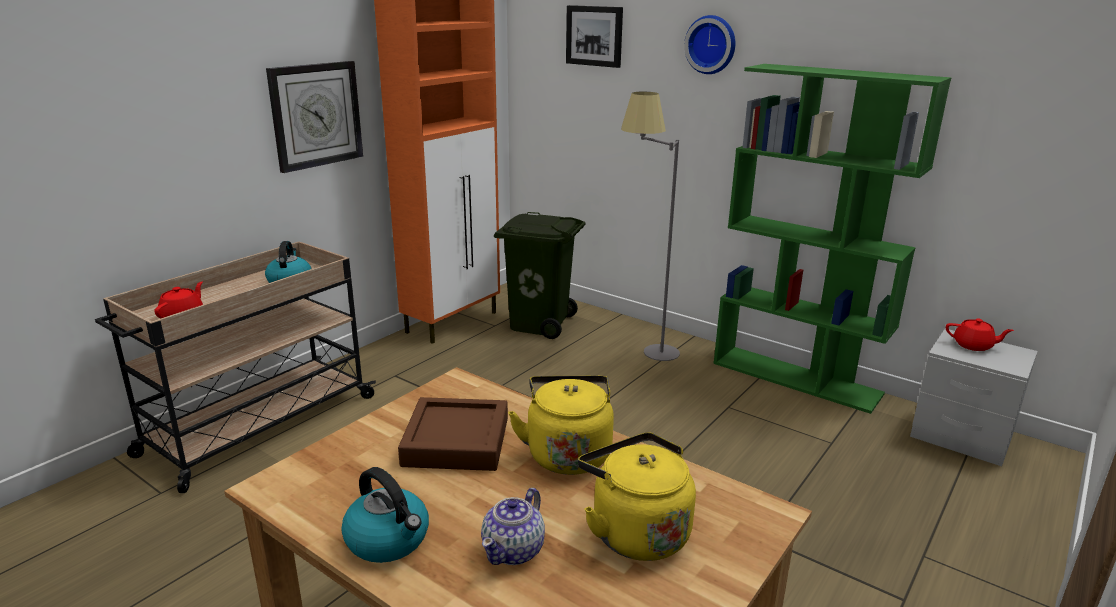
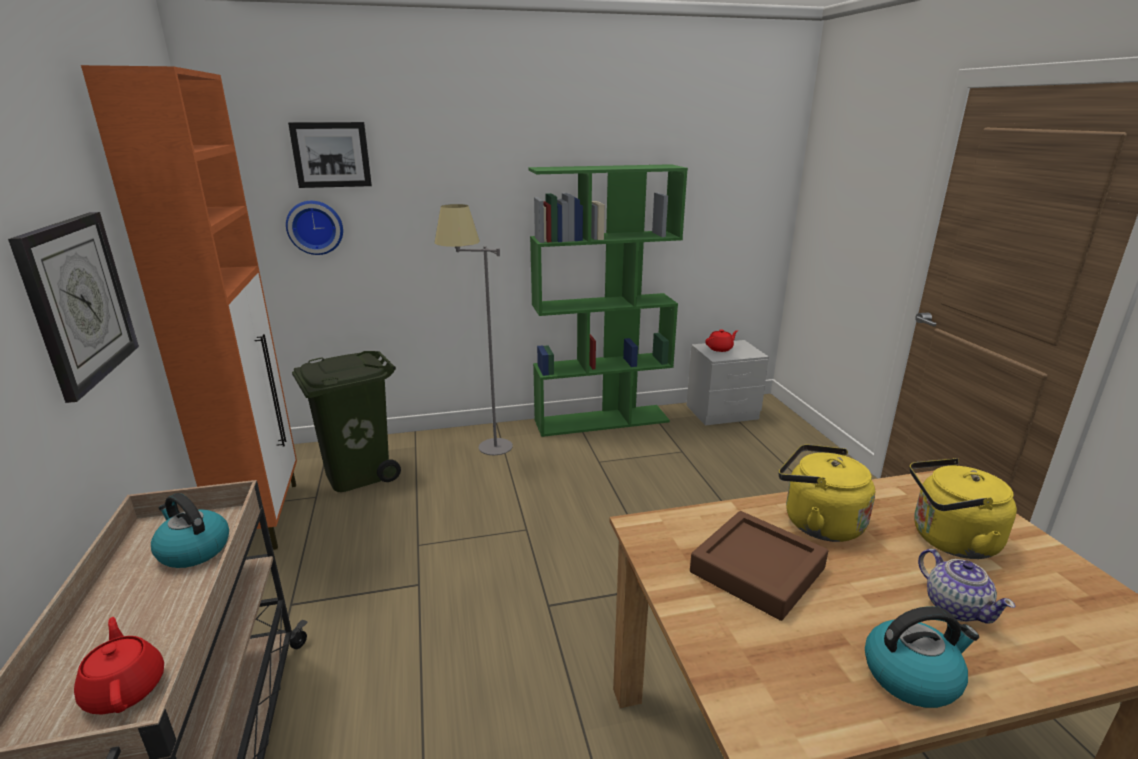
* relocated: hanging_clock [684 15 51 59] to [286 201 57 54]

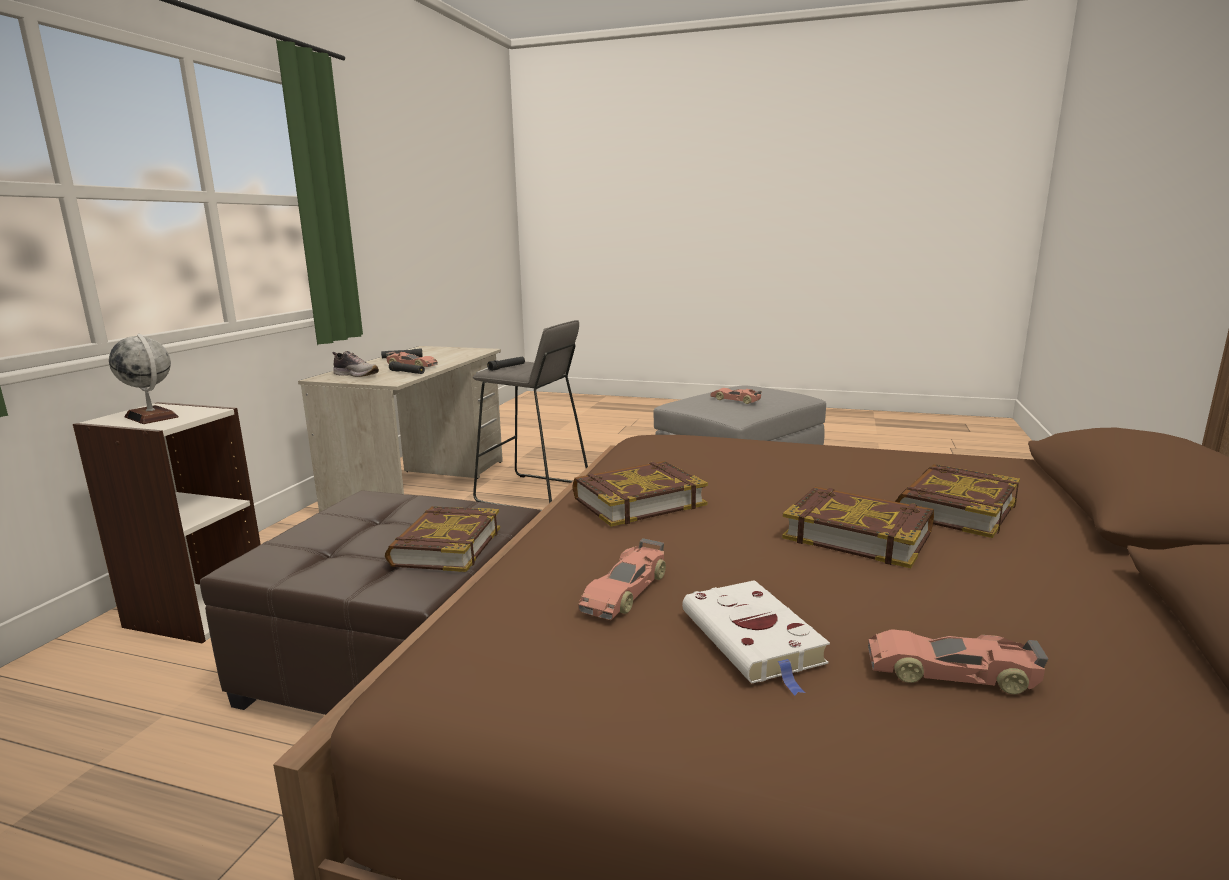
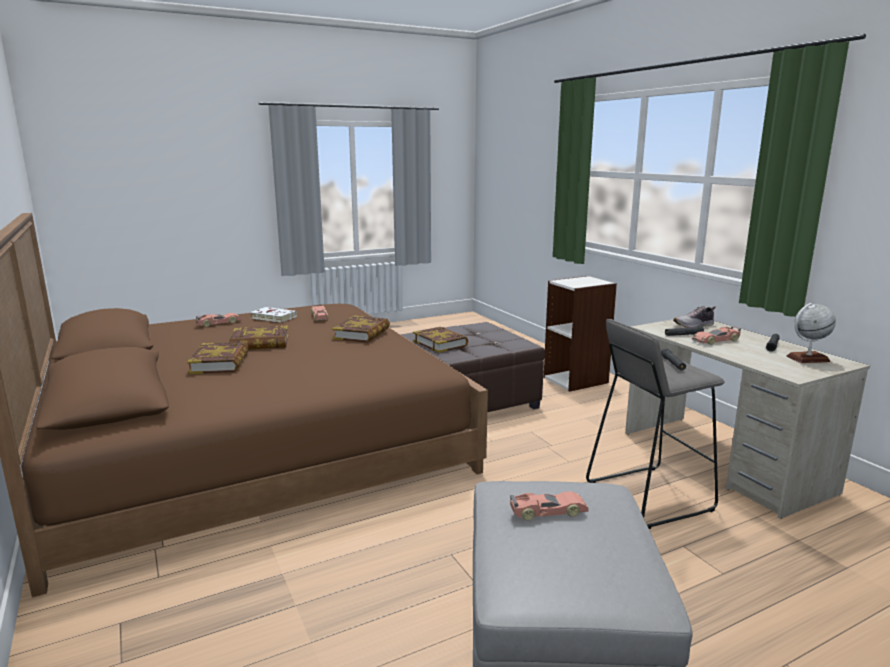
* relocated: globe [109 334 70 90] to [787 303 49 60]

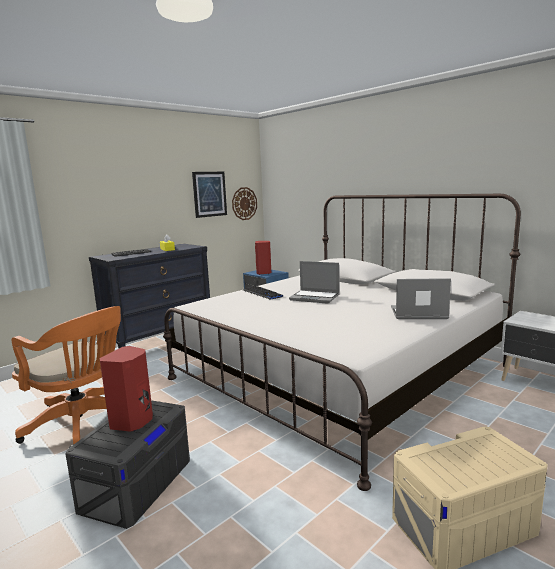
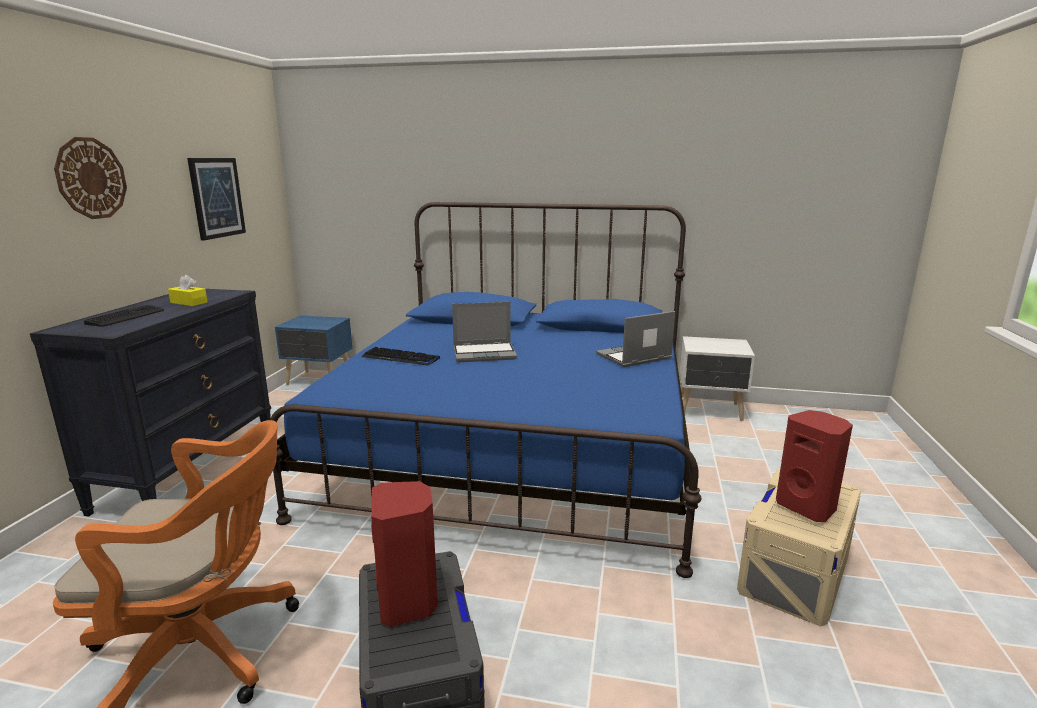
* colour: white-coloured_sleeping_bed [163 194 358 297] to bluish_sleeping_bed [270 202 432 376]
* relocated: hanging_clock [232 187 25 33] to [54 137 73 82]
* relocated: red_loudspeaker [255 241 16 34] to [776 410 77 112]

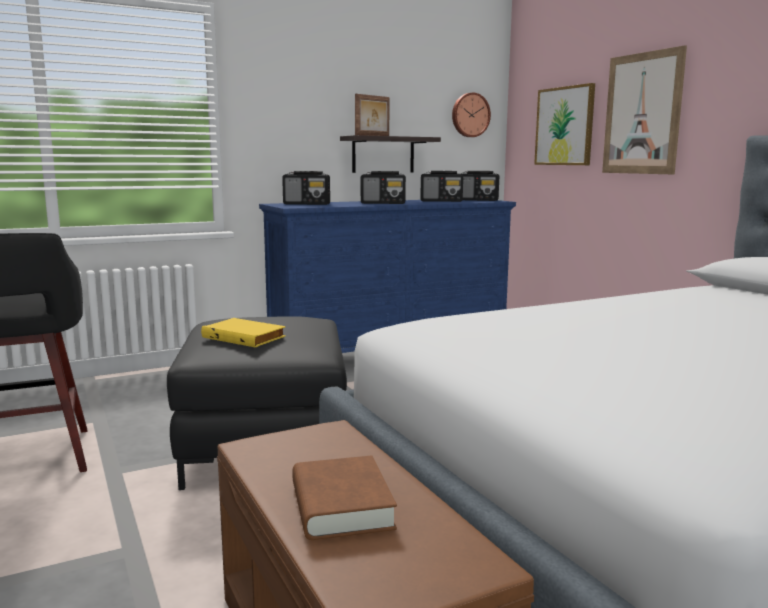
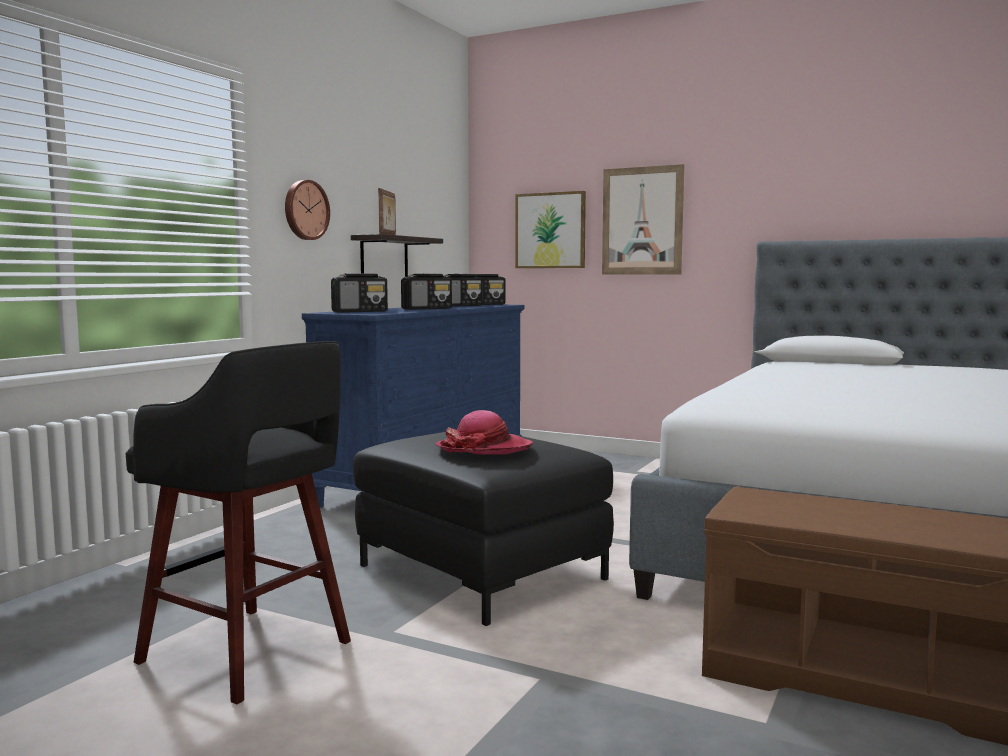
* exchanged: yellowish_volume [201 318 85 29] to hat [435 410 98 45]
* missing: brown-coloured_volume [292 455 105 85]
* relocated: hanging_clock [452 93 39 44] to [285 180 45 60]

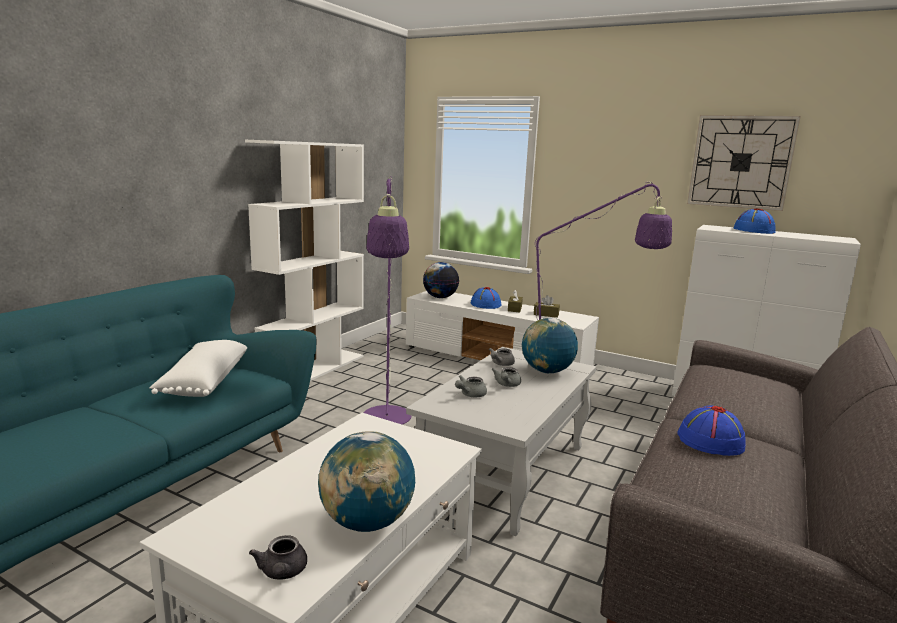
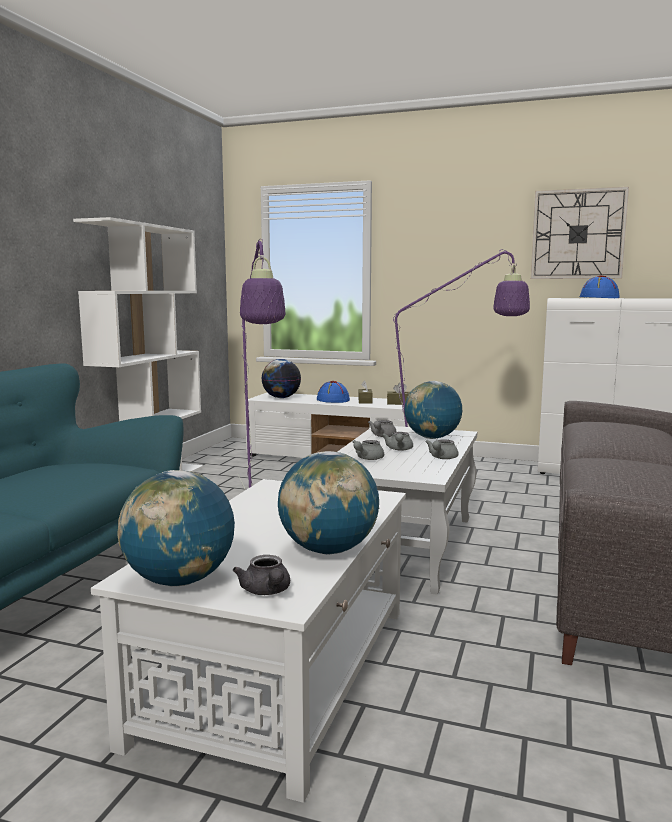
* missing: white-coloured_cushion [149 340 98 57]
* missing: bluish_hat [677 405 69 51]
* appeared: globe [118 470 117 117]
* appeared: greyish_pot_for_tea [425 439 34 20]

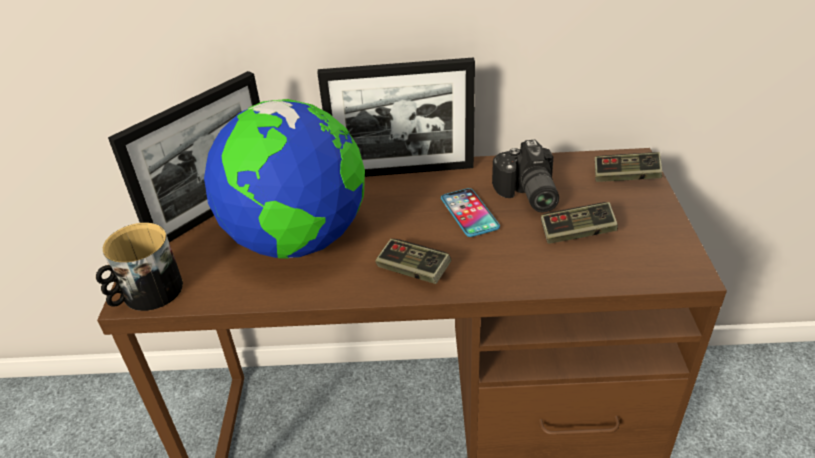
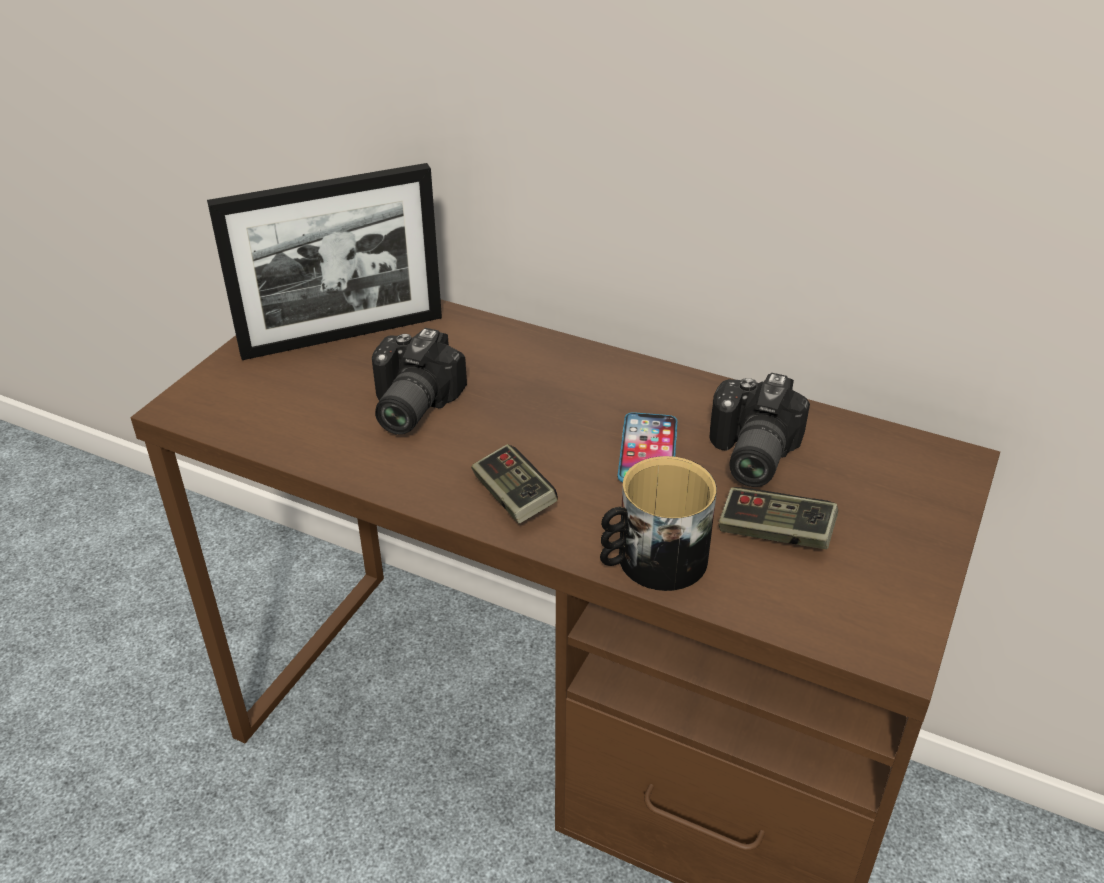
* relocated: mug [96 223 87 88] to [600 456 117 135]
* exchanged: globe [204 99 161 160] to photo_camera [372 328 95 107]
* missing: photo_frame [317 57 158 120]
* missing: joypad [595 152 67 30]

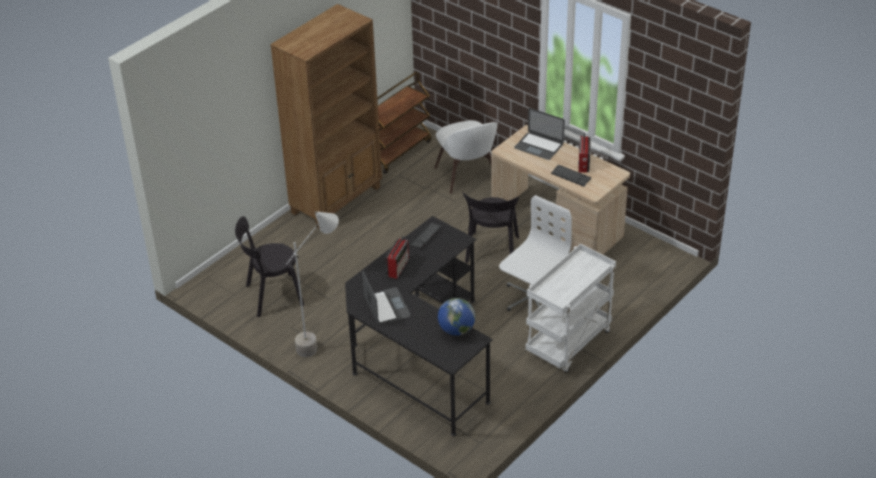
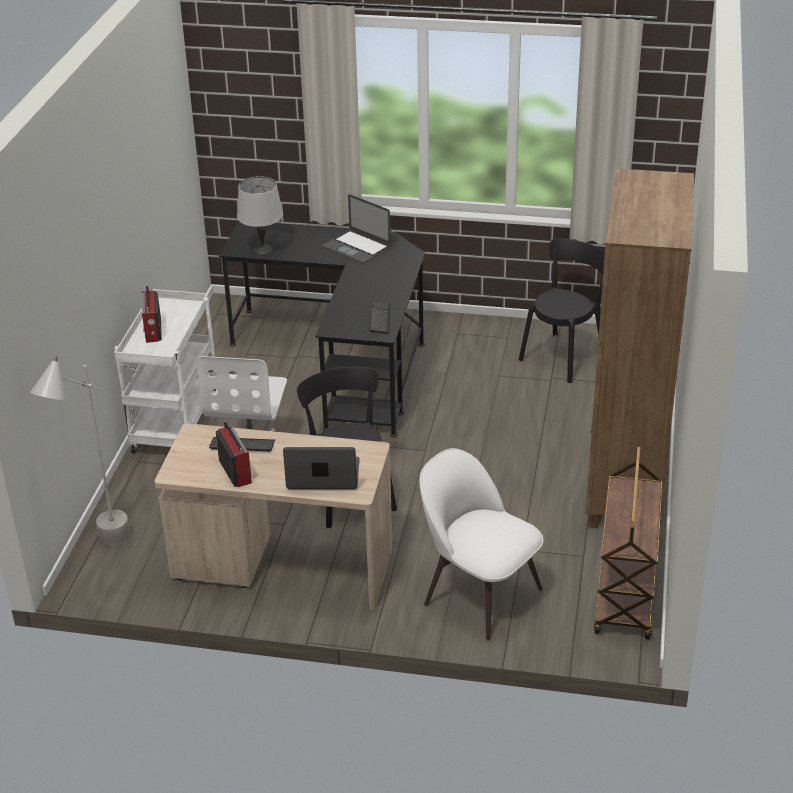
* relocated: greyish_standard_lamp [286 211 53 146] to [31 356 99 190]
* relocated: radio_receiver [386 236 23 43] to [142 286 20 57]
* exchanged: globe [438 298 37 38] to greyish_tabletop_lamp [237 176 46 80]

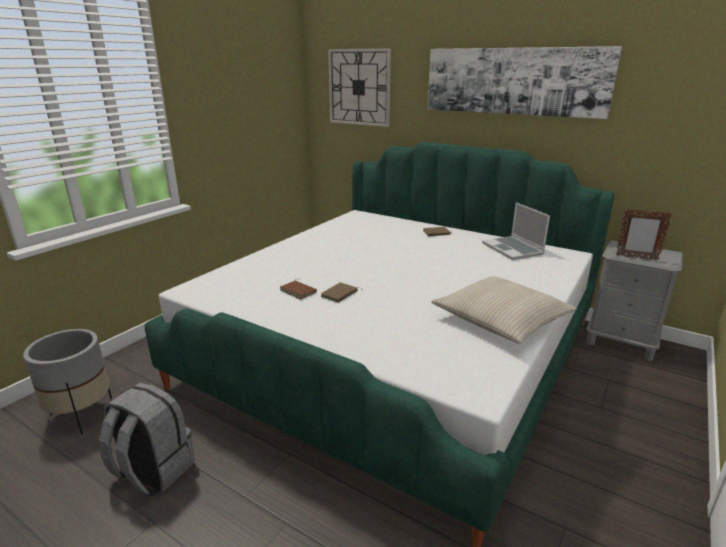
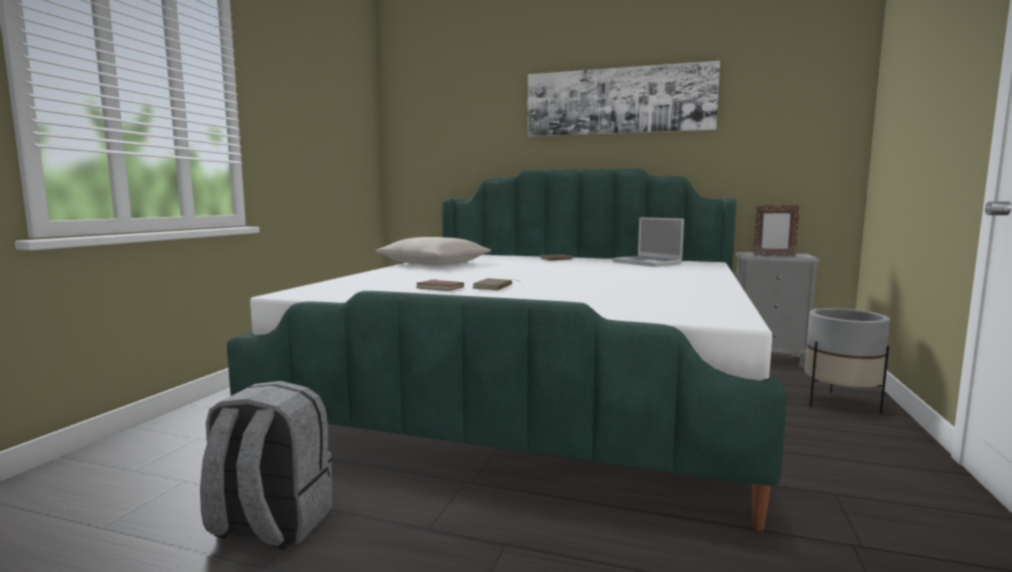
* relocated: greyish_flower_pot [23 329 89 106] to [804 308 86 106]
* missing: hanging_clock [328 48 63 79]
* relocated: beige_cushion [431 276 146 68] to [375 237 116 28]

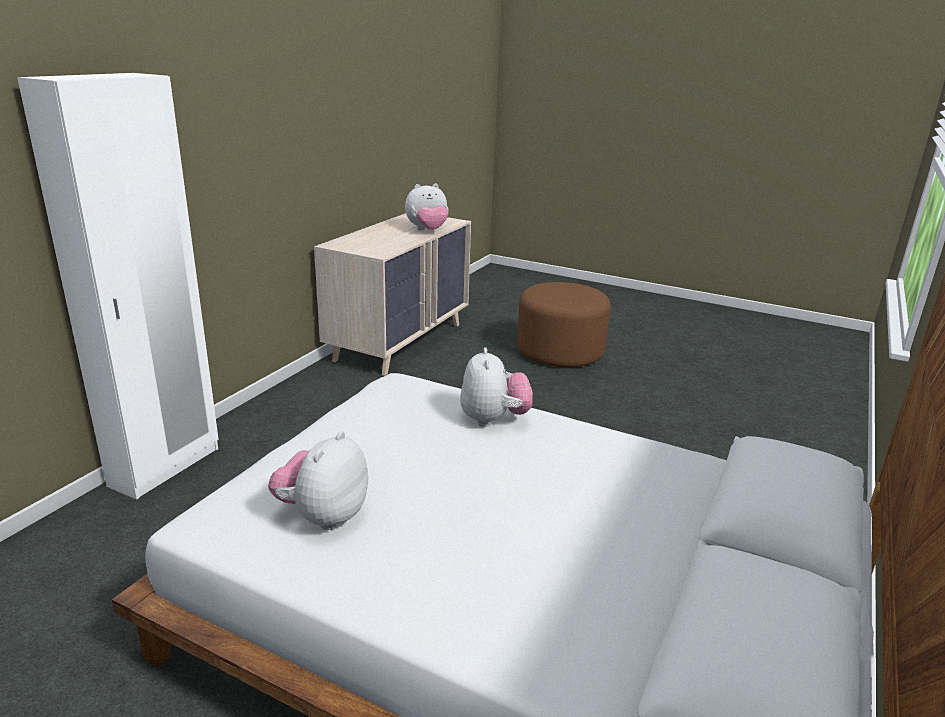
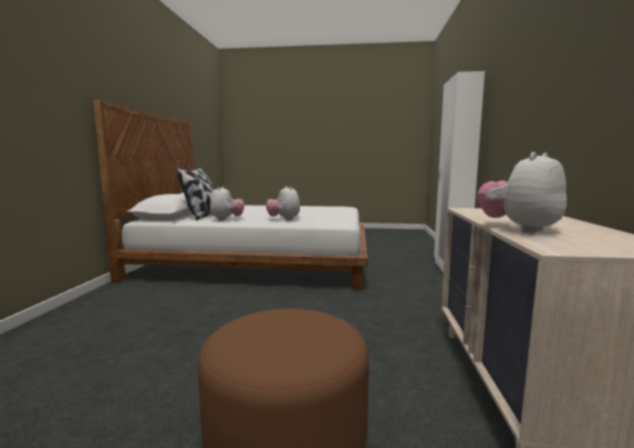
* relocated: soft_toy [268 431 100 99] to [210 186 34 35]
* appeared: cushion [176 168 38 52]

